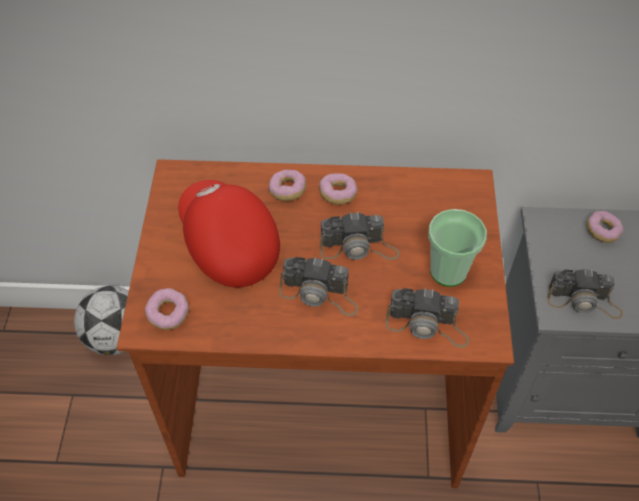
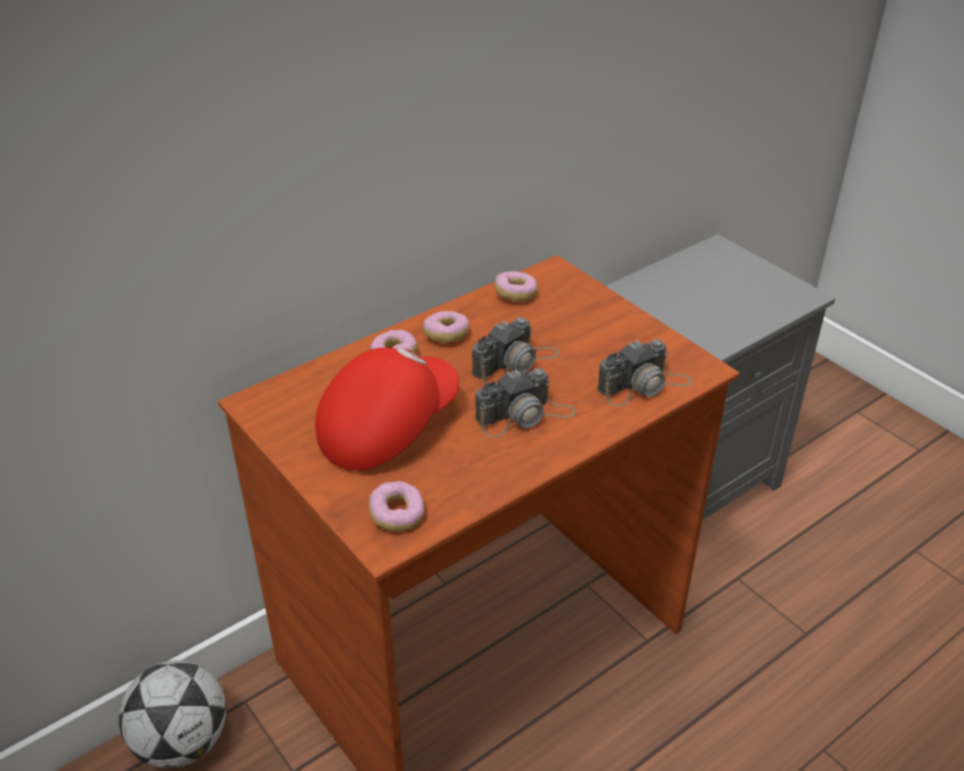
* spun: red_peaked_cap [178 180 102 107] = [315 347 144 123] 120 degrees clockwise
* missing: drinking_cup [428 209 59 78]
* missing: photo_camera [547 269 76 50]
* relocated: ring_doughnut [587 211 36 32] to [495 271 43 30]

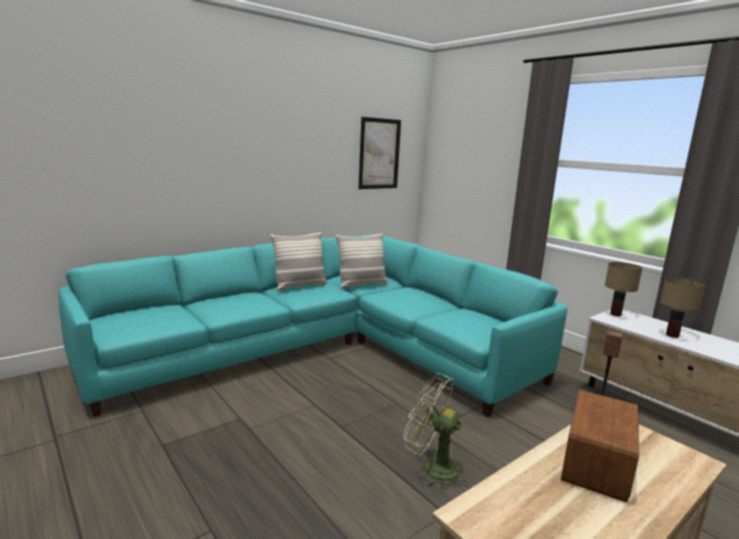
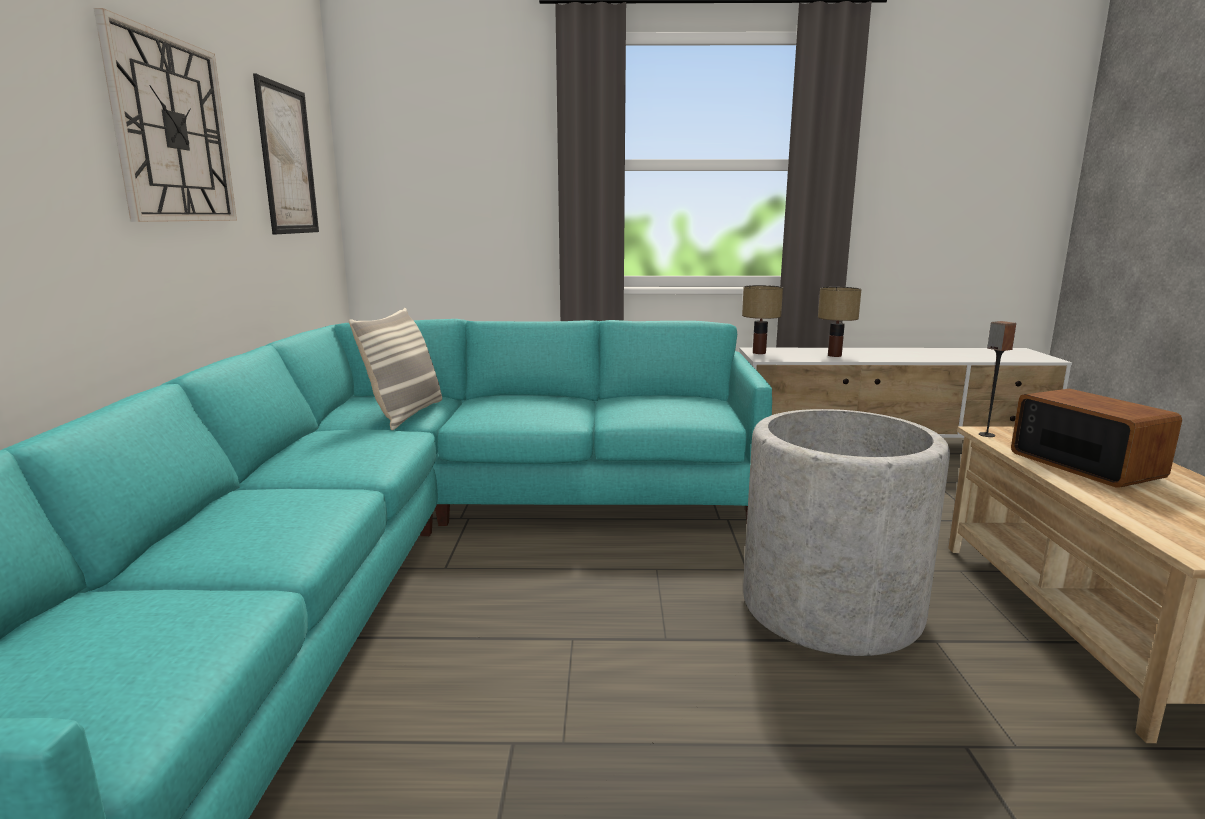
* missing: cushion [270 232 58 60]
* exchanged: green-coloured_fan [404 373 63 117] to greyish_flower_pot [743 409 207 247]
* appeared: hanging_clock [94 8 143 214]

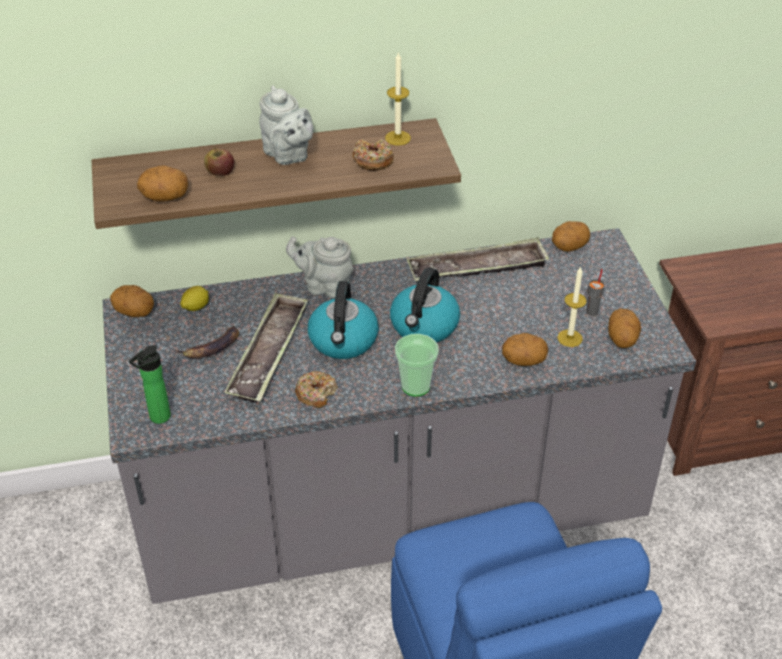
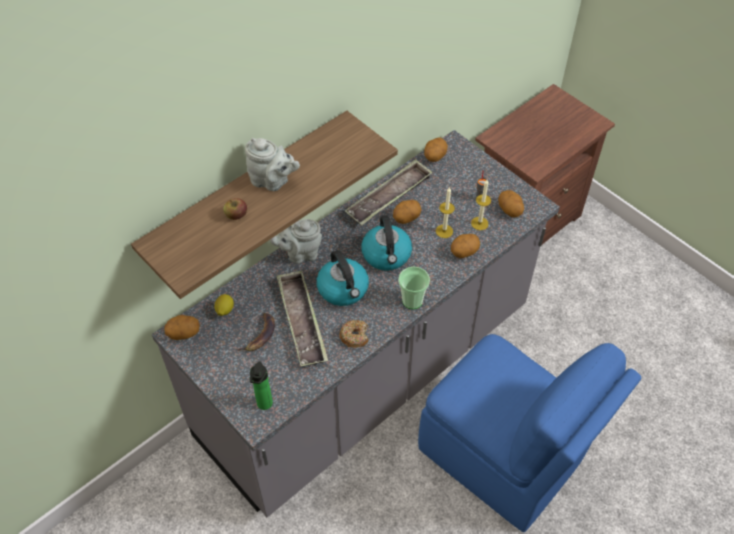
* relocated: spud [137 165 51 36] to [393 200 28 24]
* missing: ring_doughnut [353 139 41 32]
* relocated: wax_light [385 51 26 94] to [436 187 19 51]

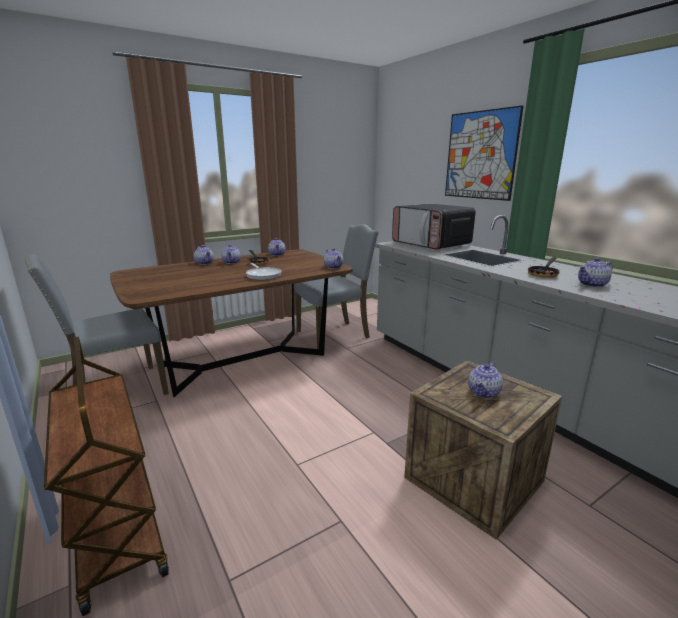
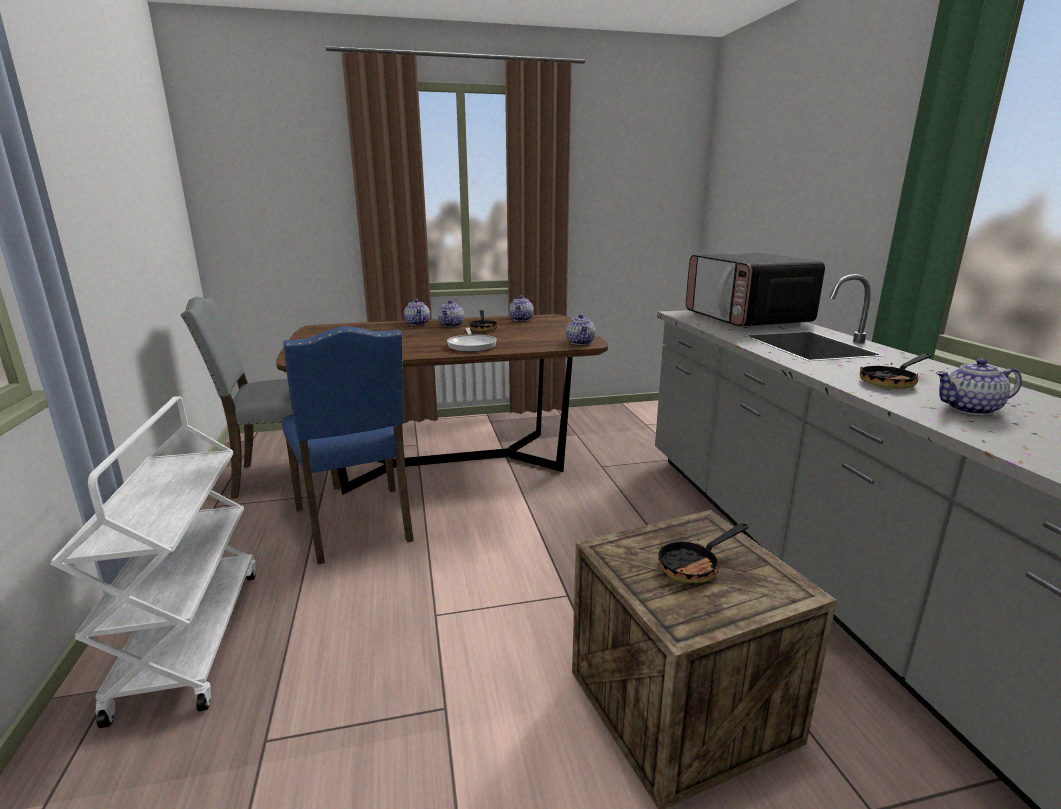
* colour: brown-coloured_wheeled_cart [44 337 125 279] to white-coloured_wheeled_cart [51 396 205 332]
* missing: greyish_chair [294 224 84 125]
* missing: wall_picture [445 105 79 96]
* exchanged: pot_for_tea [468 362 35 37] to pan [658 523 91 60]
* appeared: bluish_chair [282 326 132 239]

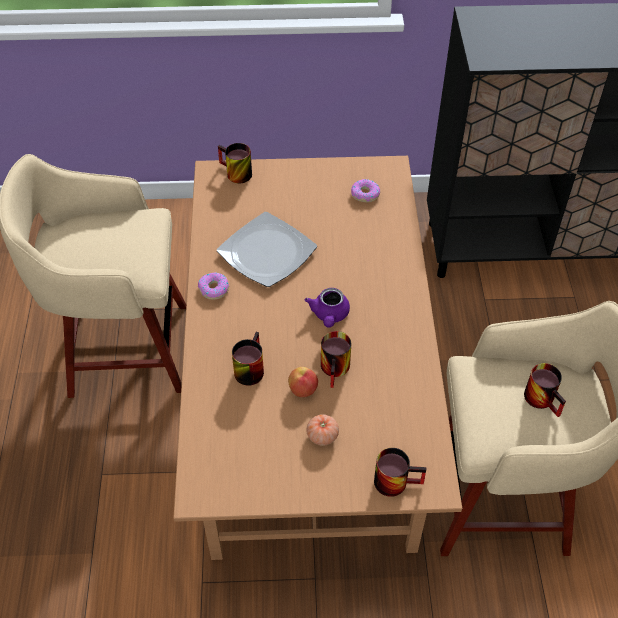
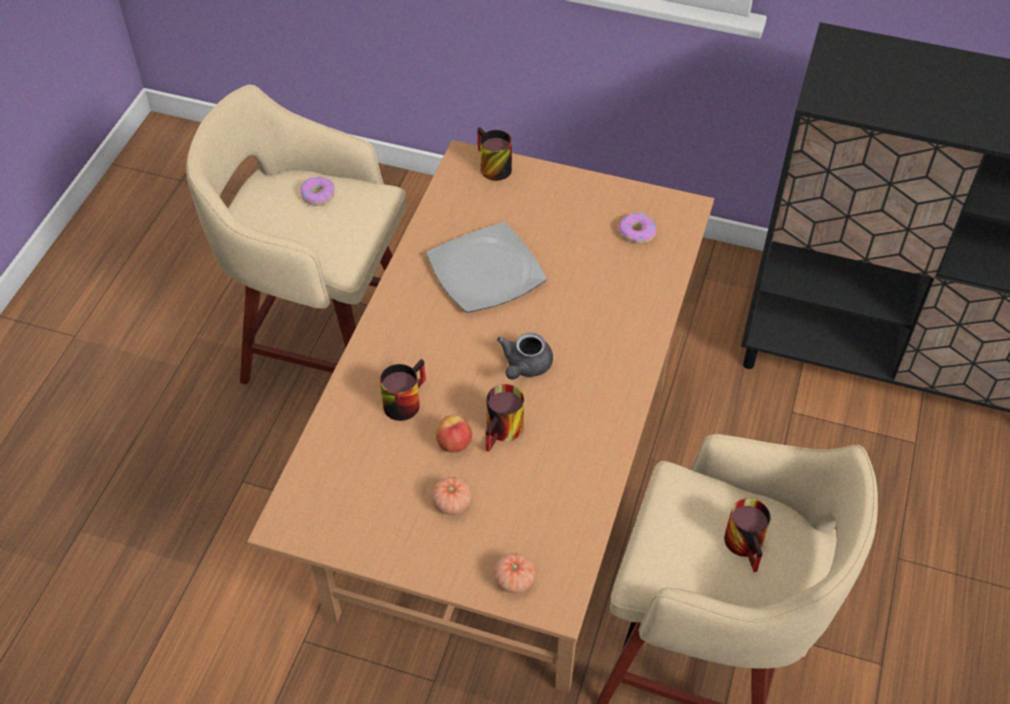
* relocated: ring_doughnut [198 272 31 28] to [301 177 34 29]
* colour: purplish_pot_for_tea [305 288 45 40] to greyish_pot_for_tea [497 333 56 47]
* exchanged: mug [374 448 52 49] to tomato [494 553 42 40]

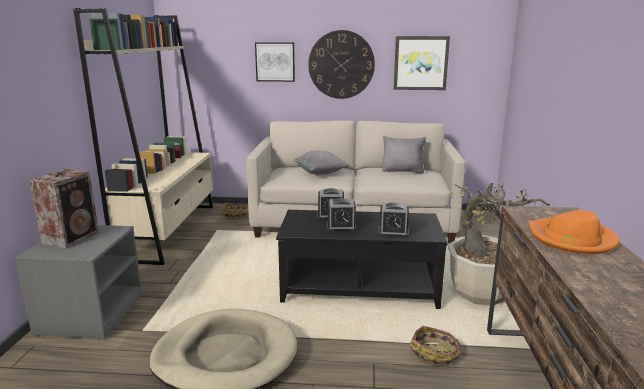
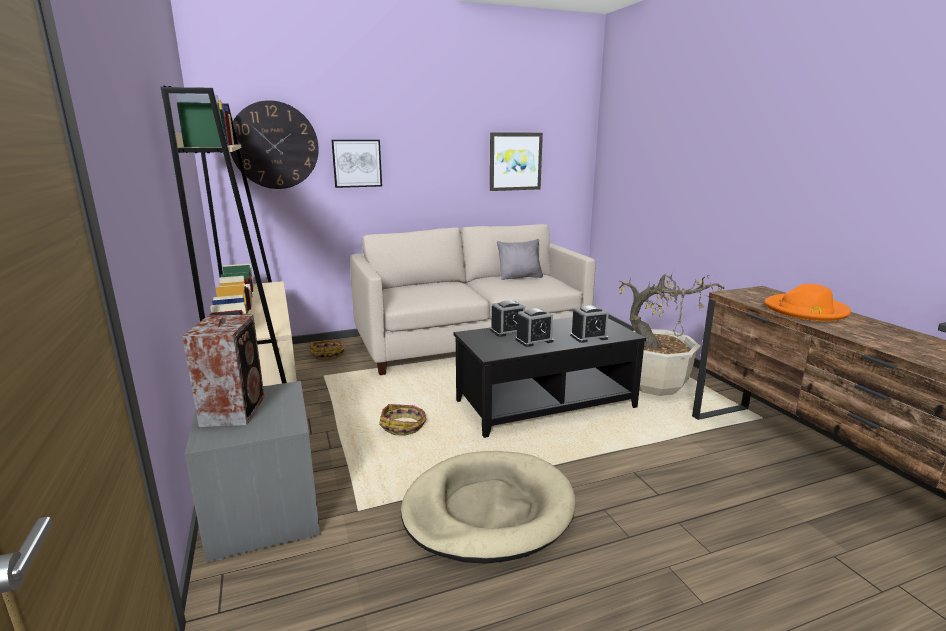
* missing: greyish_cushion [294 151 55 24]
* relocated: hanging_clock [308 30 67 69] to [230 100 89 89]
* relocated: basket [410 326 51 41] to [379 404 47 32]

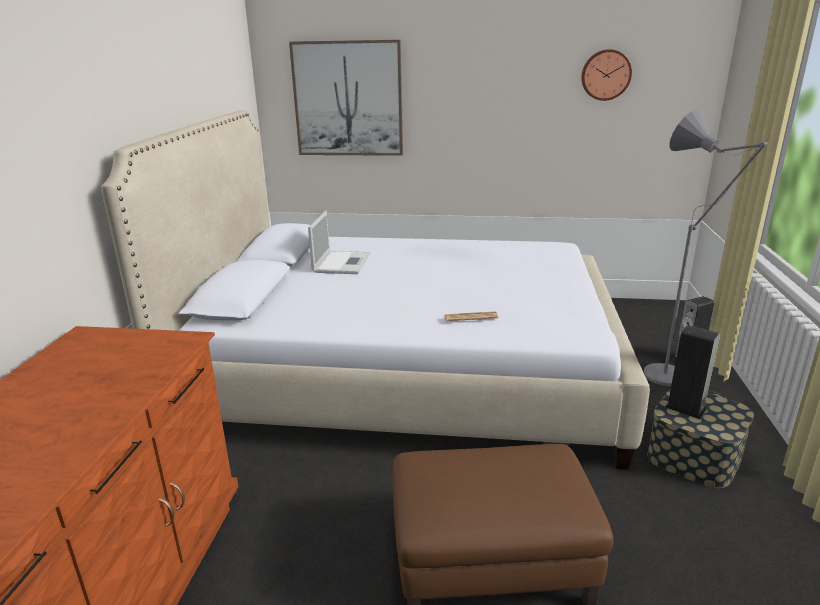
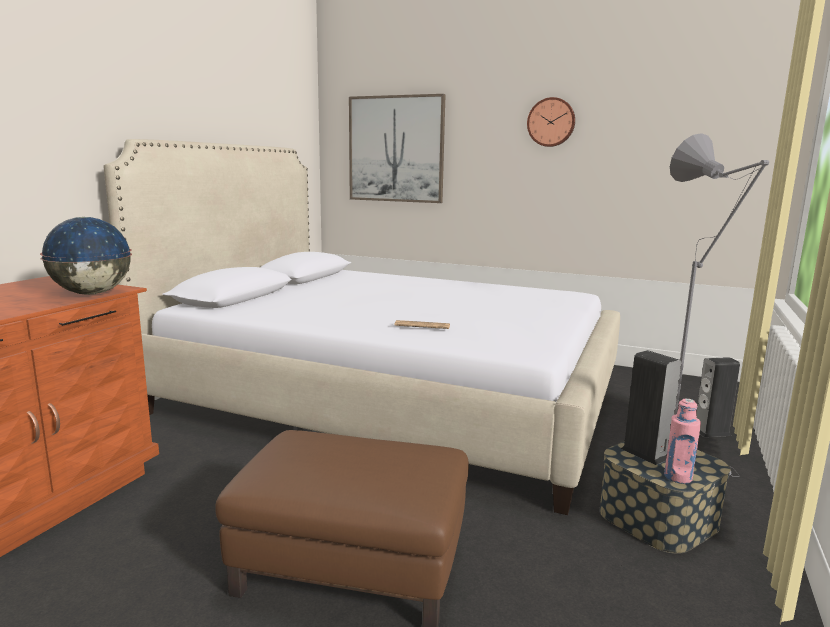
* missing: portable_computer [308 211 62 63]
* relocated: hanging_clock [581 49 51 52] to [527 97 48 50]
* appeared: globe [40 217 92 78]
* appeared: pink-coloured_beverage_bottle [664 398 37 86]

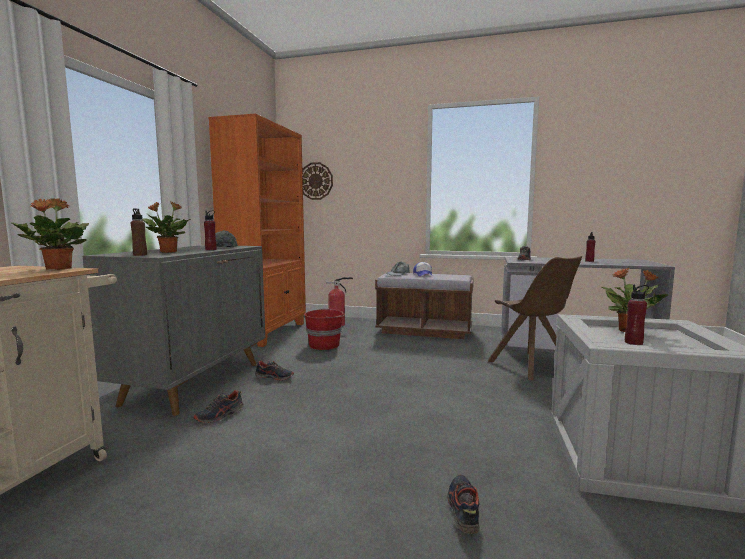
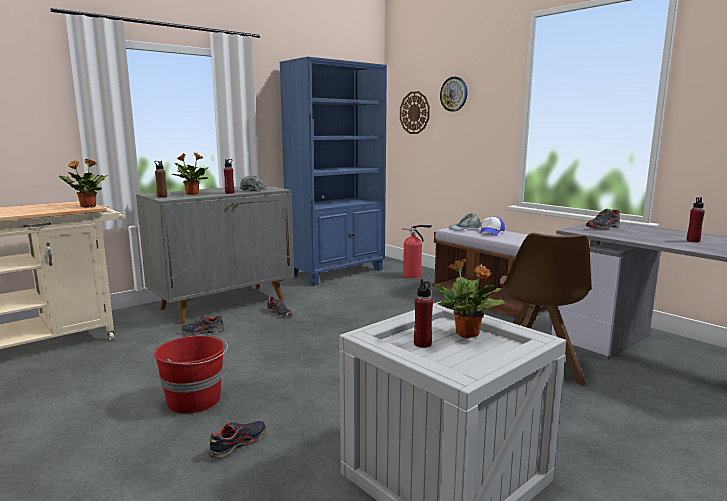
* colour: orangey_shelving_unit [208 114 98 233] to bluish_shelving_unit [279 57 108 228]
* relocated: red_bucket [304 308 41 42] to [154 334 74 80]
* appeared: hanging_clock [440 77 28 35]

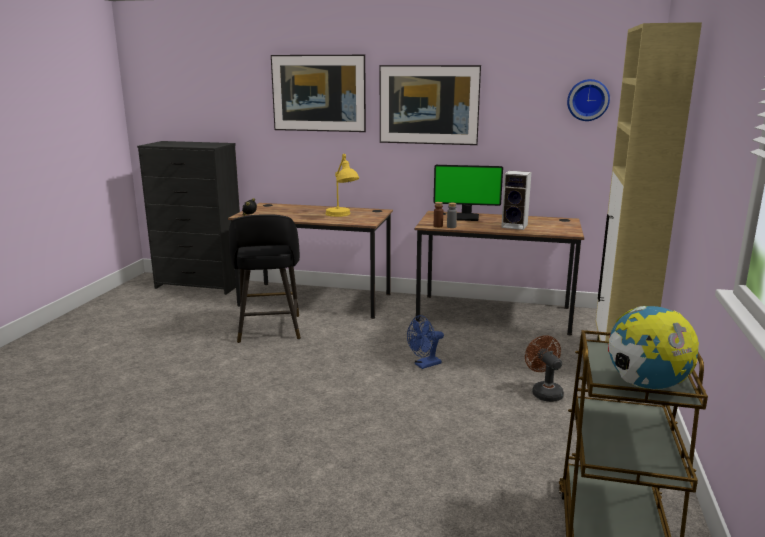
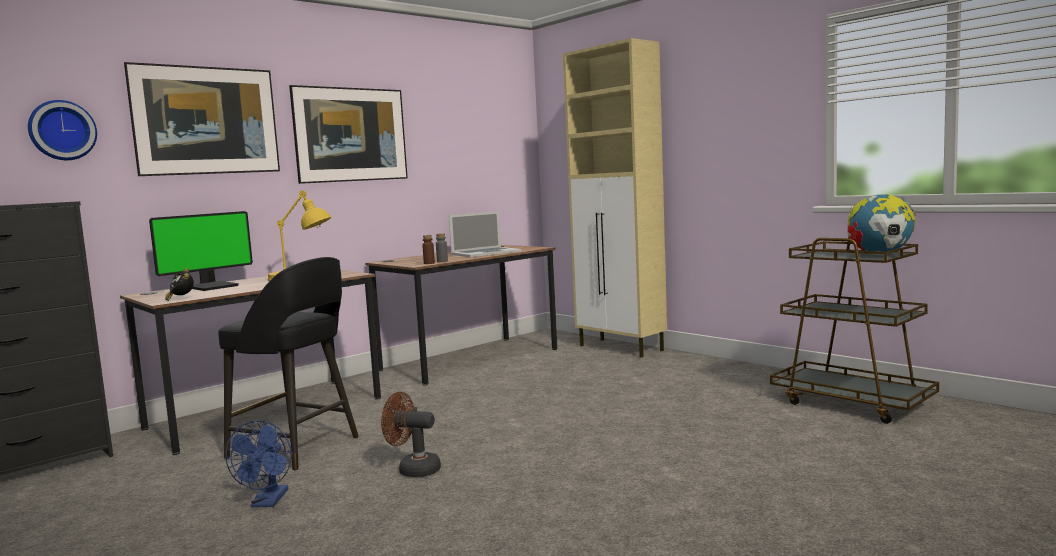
* relocated: bluish_fan [407 315 37 54] to [225 421 67 86]
* relocated: monitor [434 165 69 56] to [149 211 104 80]
* exchanged: loudspeaker [501 171 30 59] to portable_computer [449 211 72 46]
* relocated: brown-coloured_fan [525 335 39 67] to [381 392 60 85]
* relocated: hanging_clock [567 79 43 42] to [28 100 69 60]

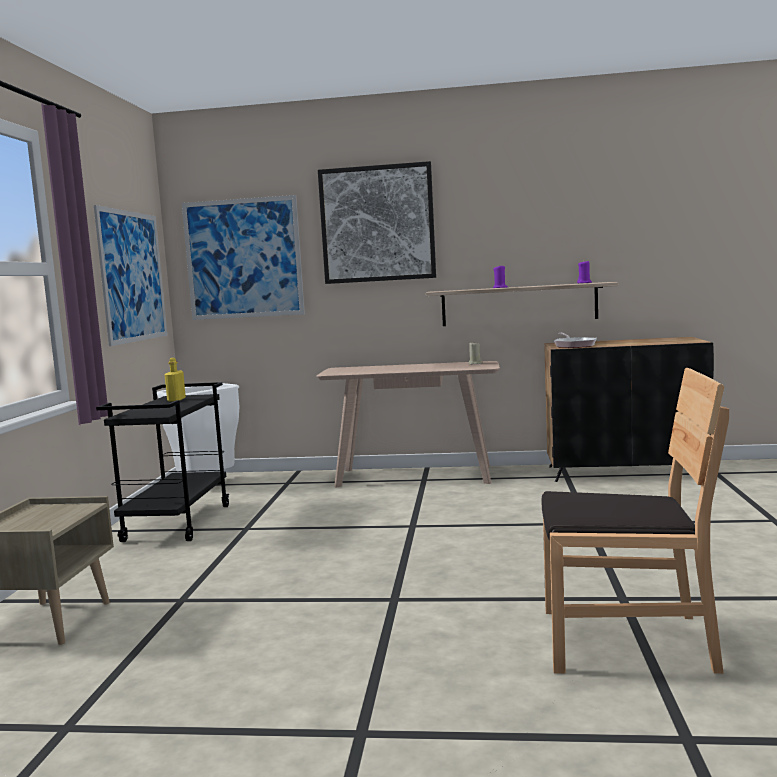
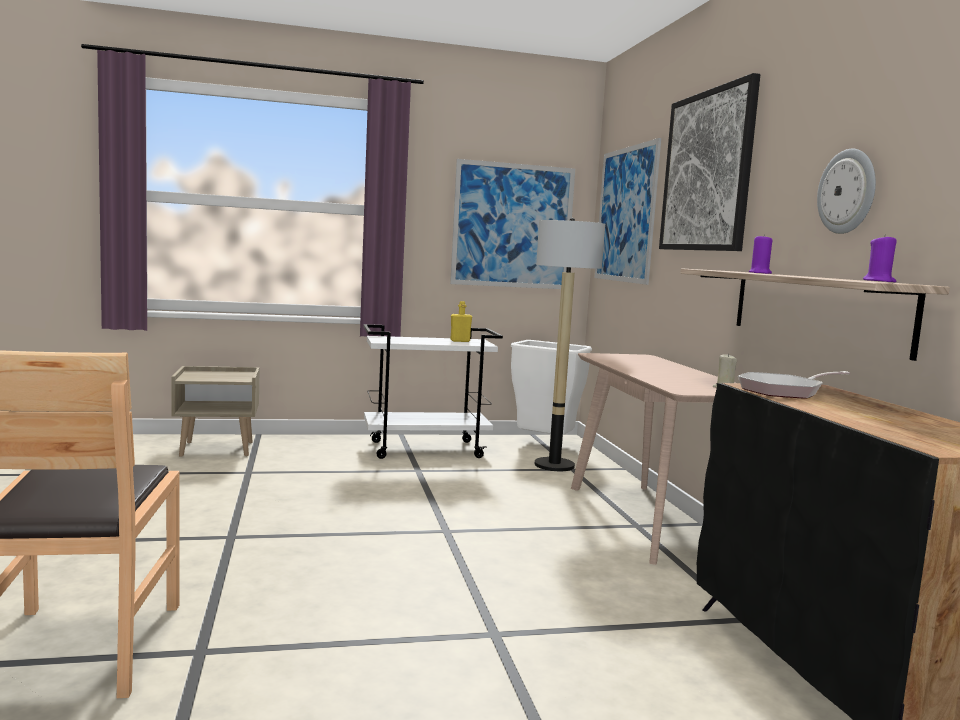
* colour: blackish_wheeled_cart [96 382 133 160] to white-coloured_wheeled_cart [364 324 139 135]
* appeared: standard_lamp [535 218 70 253]
* appeared: hanging_clock [817 149 59 85]

